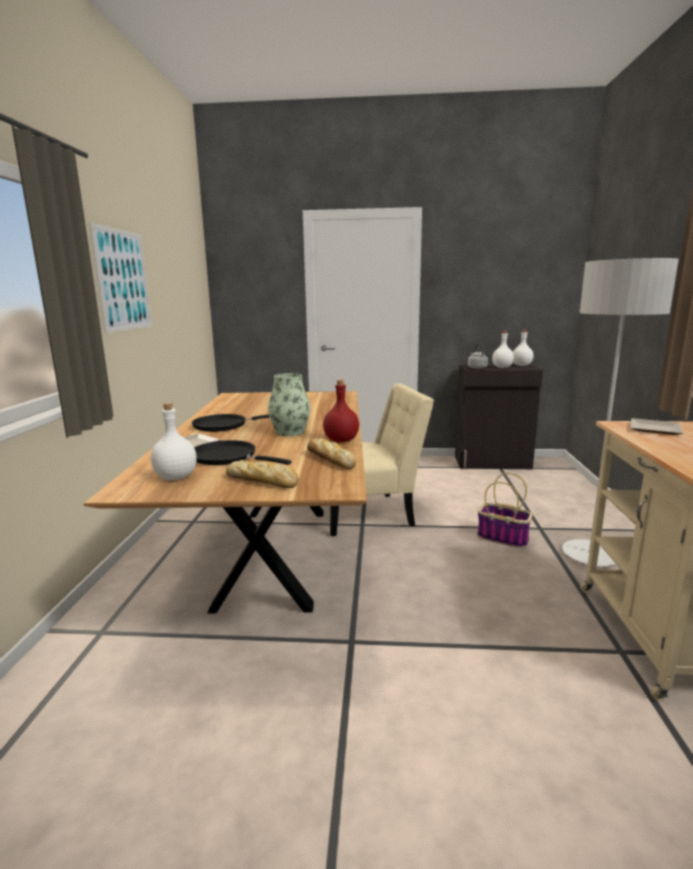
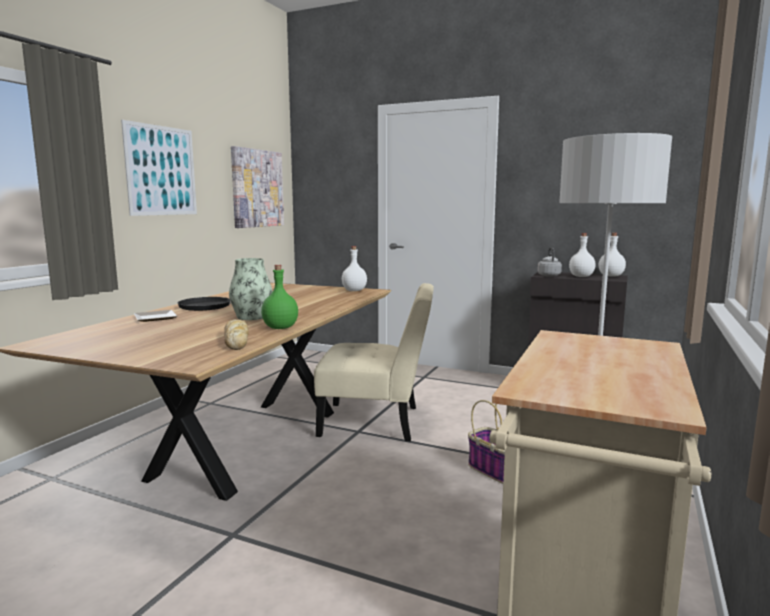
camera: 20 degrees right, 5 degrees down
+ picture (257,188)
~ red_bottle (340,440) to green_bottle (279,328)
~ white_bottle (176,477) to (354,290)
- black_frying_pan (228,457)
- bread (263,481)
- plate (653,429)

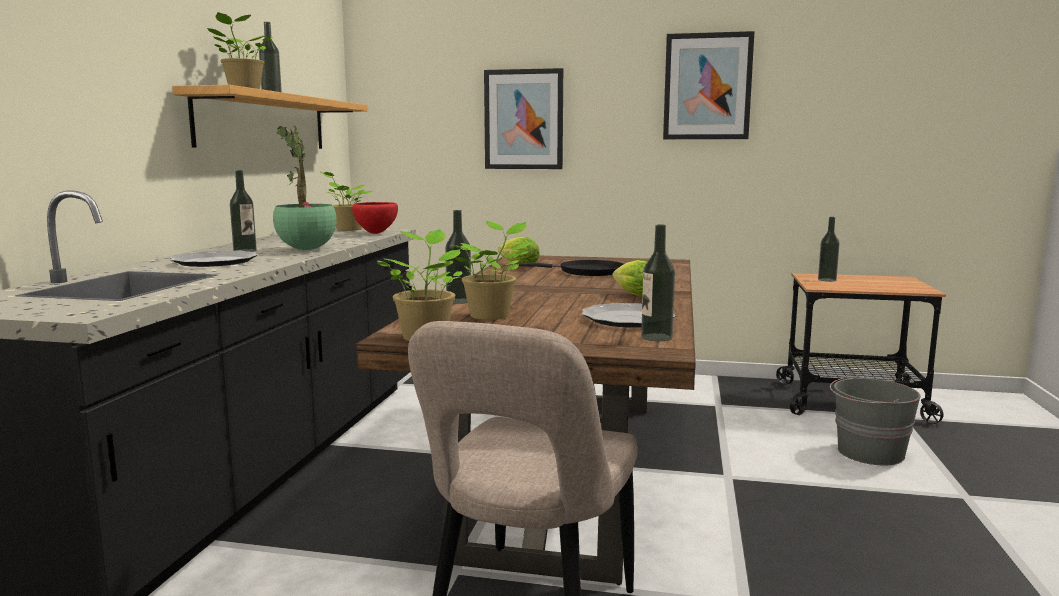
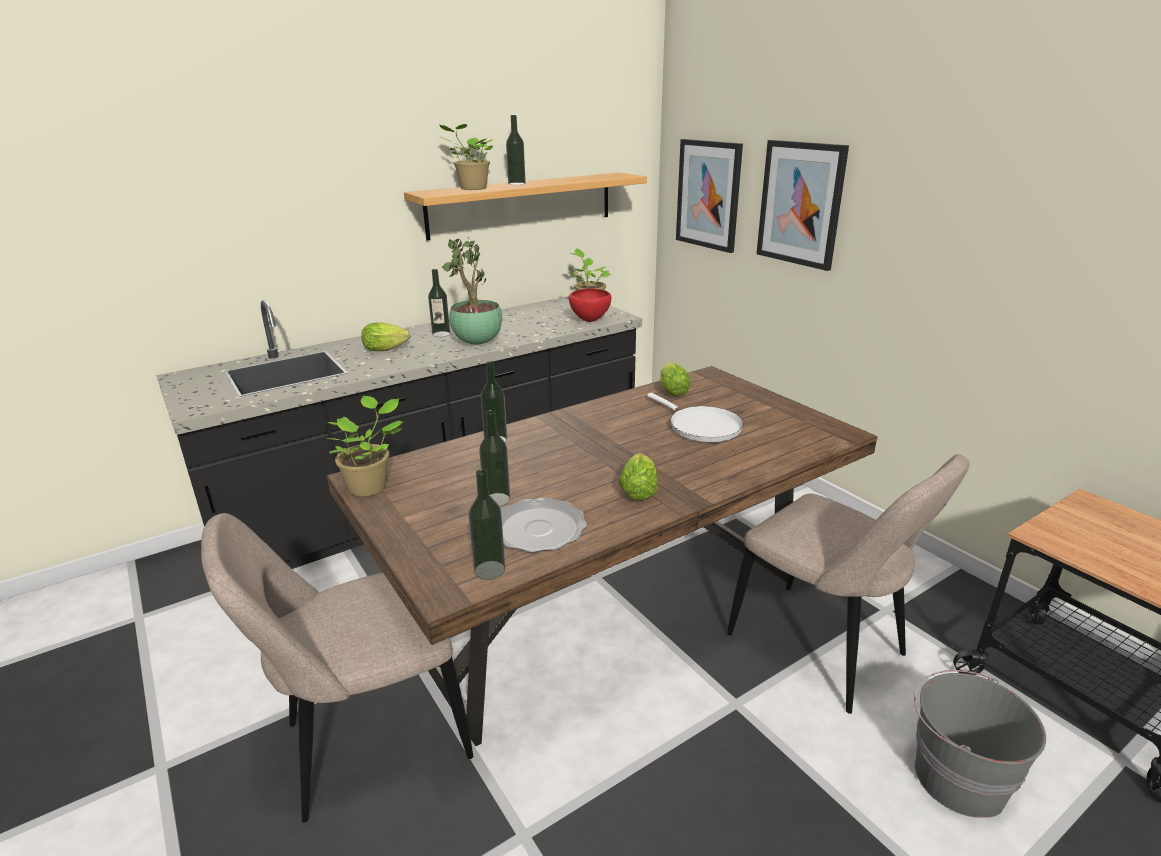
camera: 45 degrees right, 15 degrees up
~ plate (214,262) to lettuce (388,349)
~ bottle (827,280) to (497,500)
~ black_frying_pan (587,272) to white_frying_pan (701,427)
~ picture (707,86) to (708,195)
+ beige_chair (822,649)
- potted_plant (492,315)

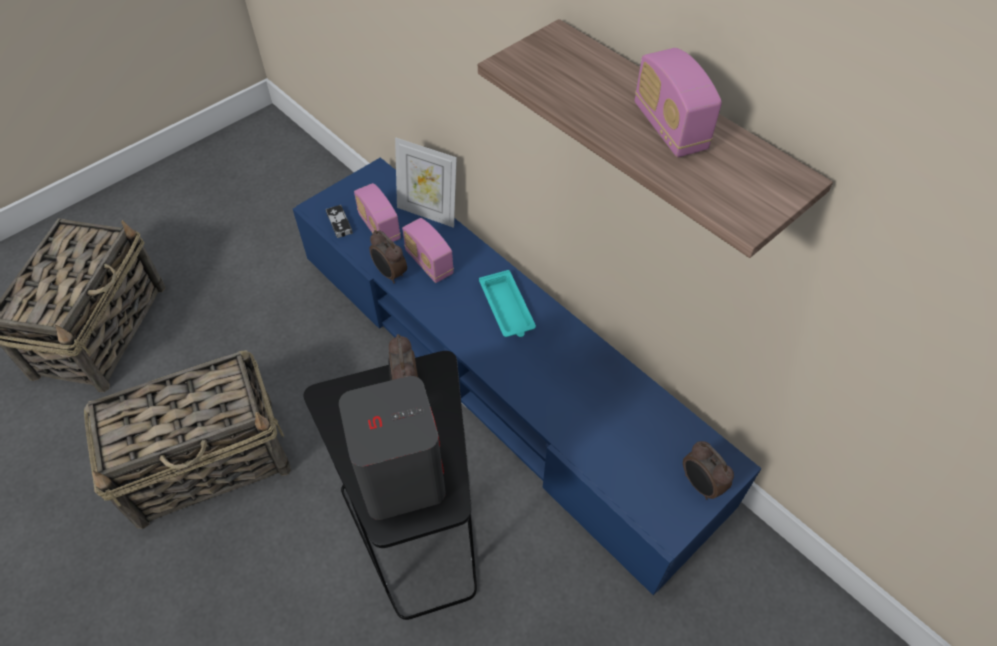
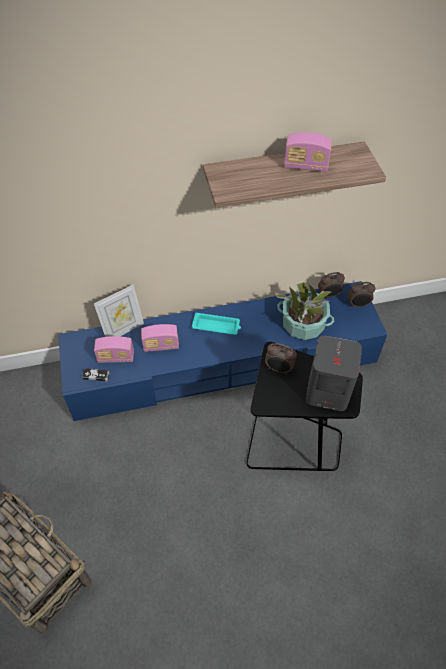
camera: 60 degrees left, 0 degrees up
+ potted_plant (303,325)
~ alarm_clock (390,274) to (329,295)
- basket (209,461)

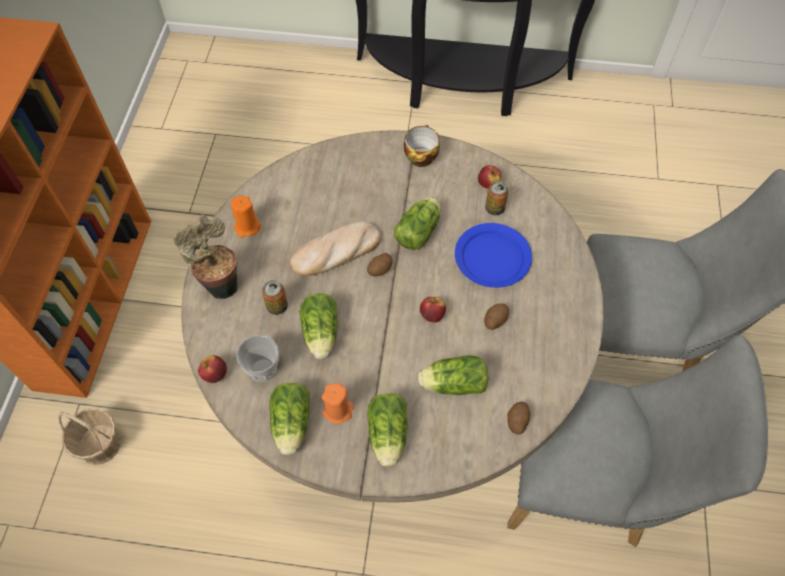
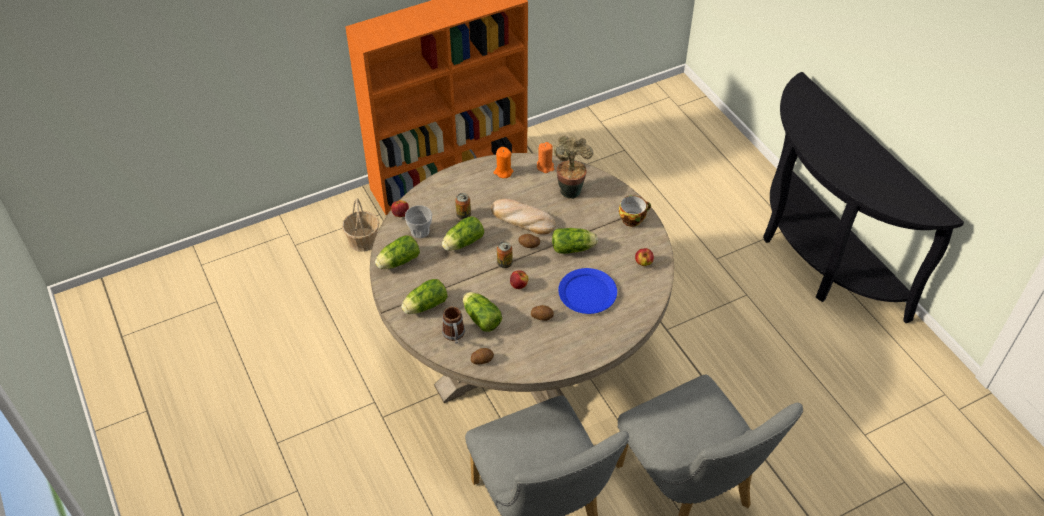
camera: 55 degrees right, 10 degrees down
+ mug (454,336)
~ can (494,209) to (504,263)
~ orange_candle (338,410) to (545,166)
~ potted_plant (220,284) to (570,189)

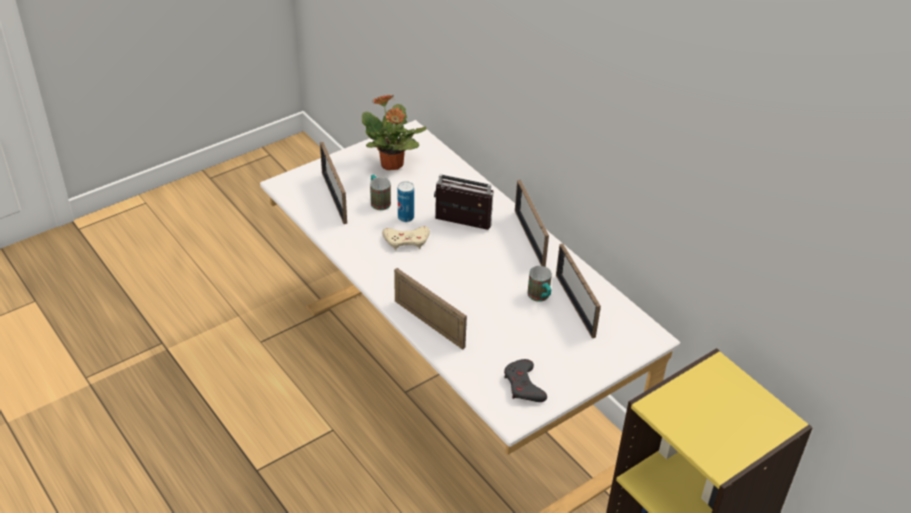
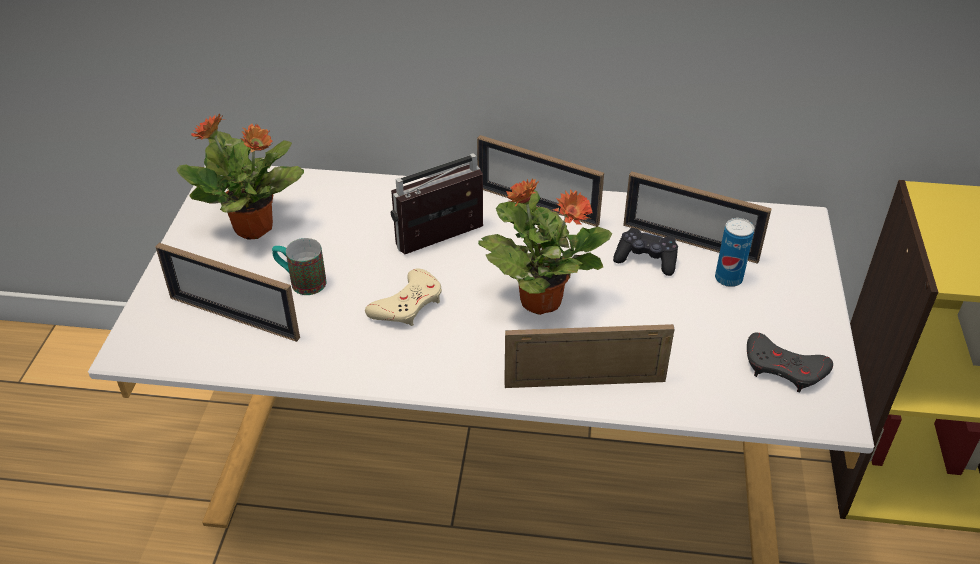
camera: 45 degrees left, 0 degrees up
+ potted_plant (539,300)
~ mug (540,297) to black_game_controller (646,259)
~ can (406,217) to (728,279)

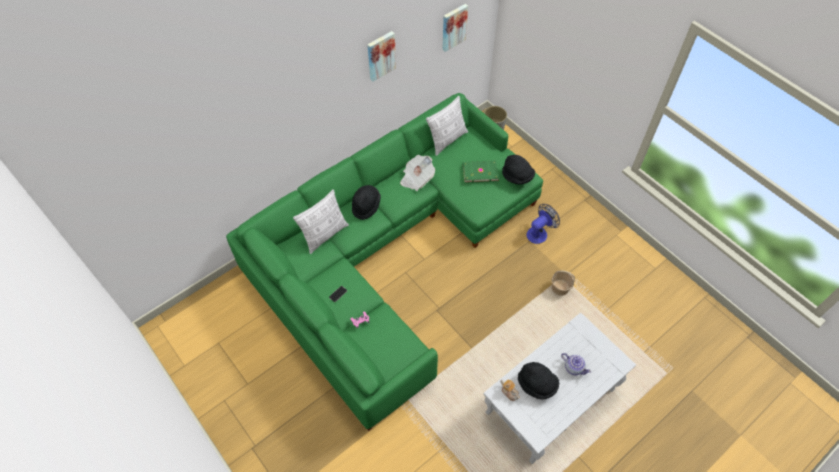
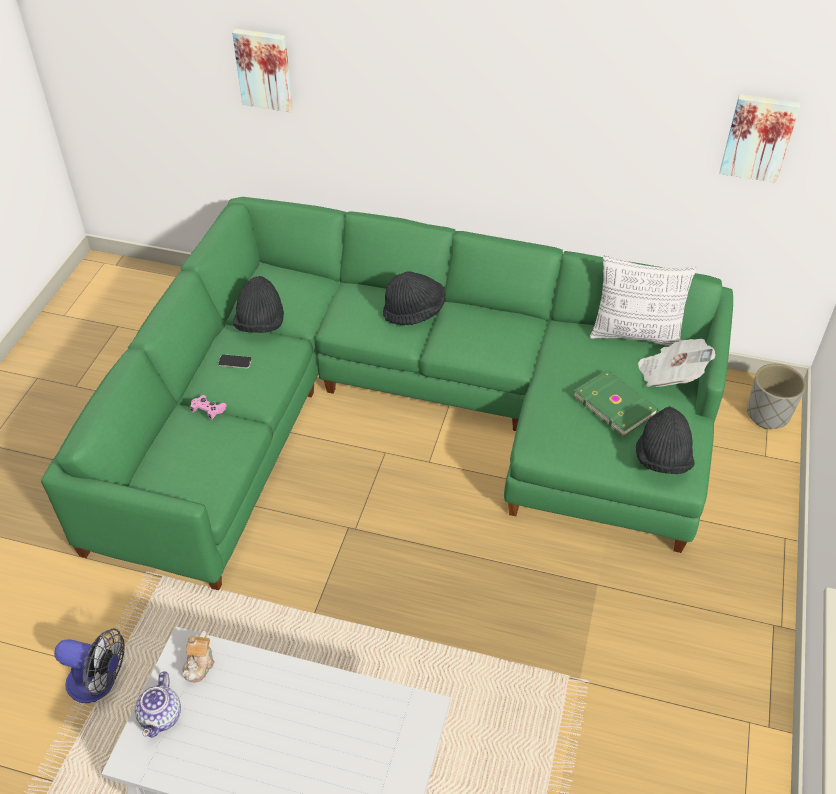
camera: 55 degrees right, 10 degrees down
~ fan (539,233) to (99,683)
~ teapot (573,367) to (161,715)
~ picture (380,55) to (264,69)
~ black_hat (537,384) to (260,324)
~ newspaper (416,179) to (670,375)
- pillow (325,235)
- basket (560,287)

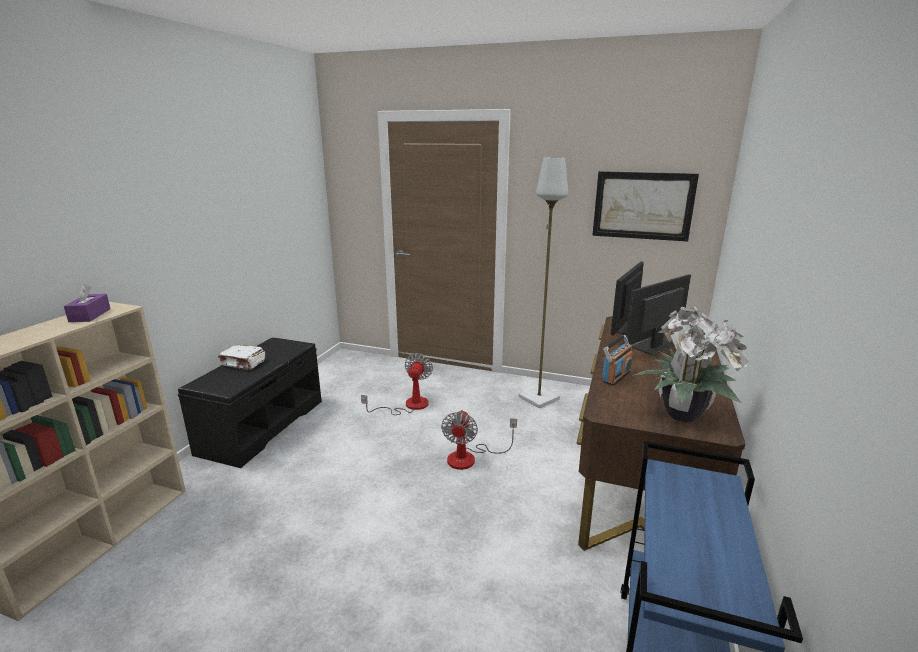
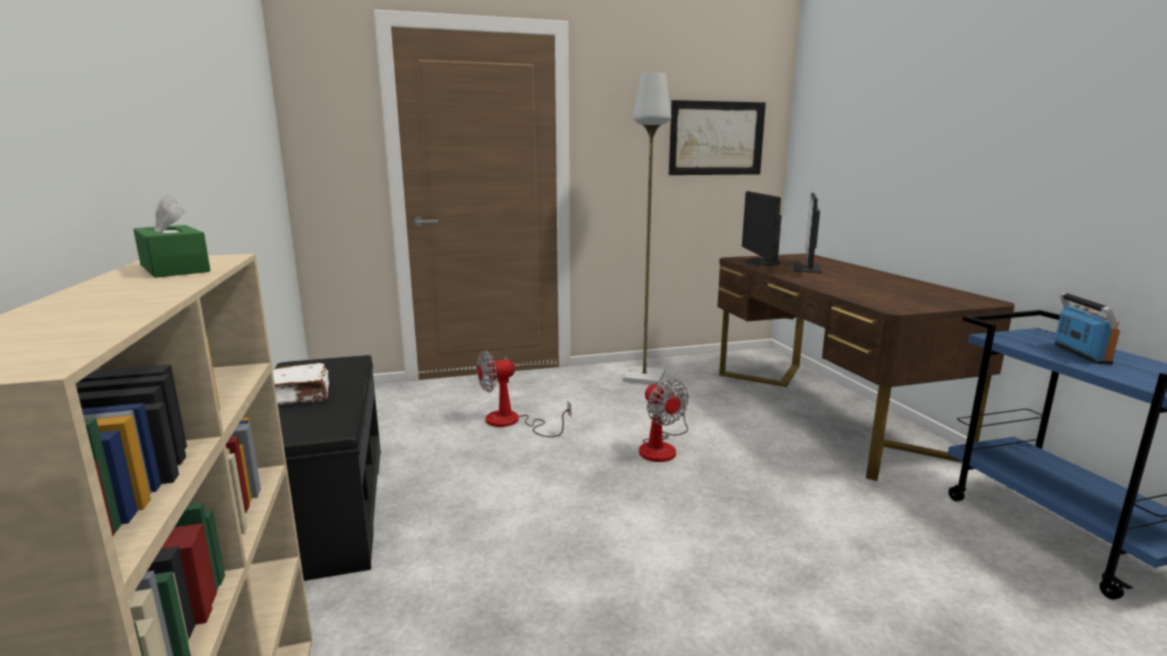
camera: 35 degrees left, 5 degrees down
~ purple_tissue_box (90,315) to green_tissue_box (174,268)
~ fan (408,406) = (512,422) 90 degrees counterclockwise
~ radio (616,376) to (1080,354)
- potted_plant (680,414)

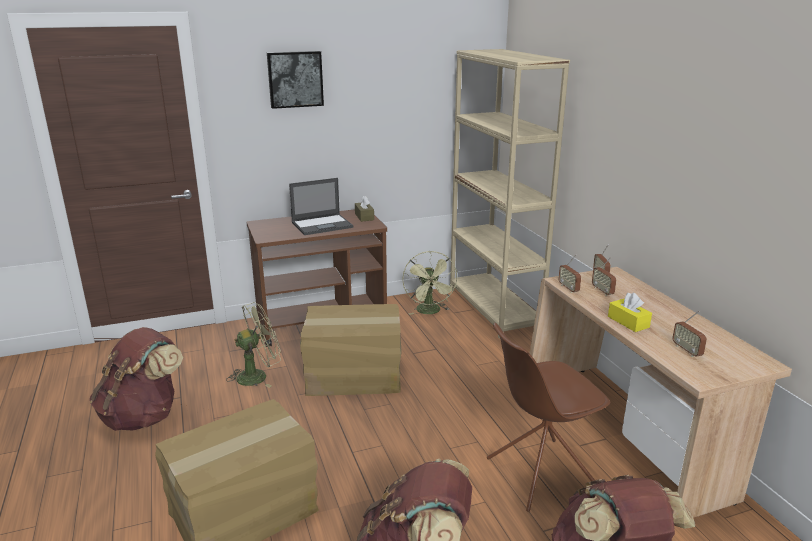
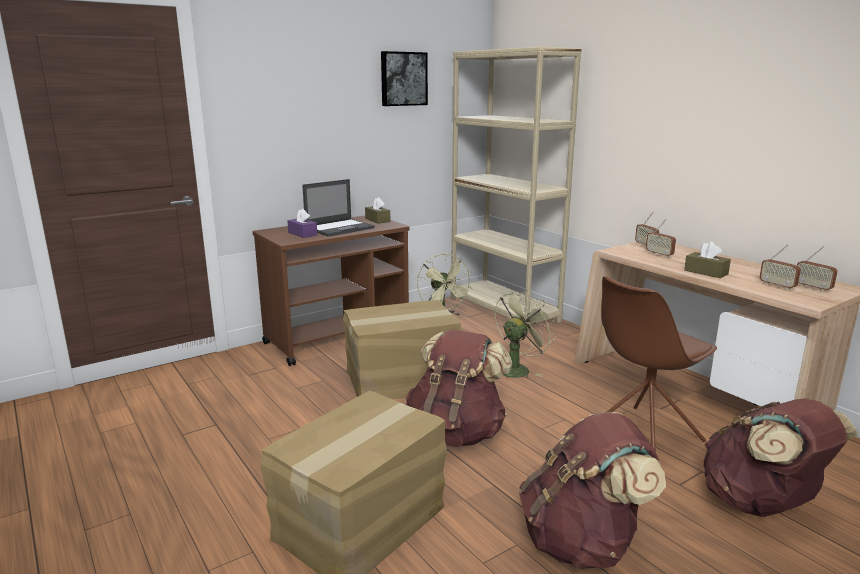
camera: 15 degrees left, 5 degrees down
+ purple_tissue_box (302,234)
~ picture (295,79) to (403,79)
~ brown_backpack (143,416) to (456,433)
~ green_fan (258,375) to (517,368)
~ yellow_tissue_box (628,322) to brown_tissue_box (706,272)
~ radio (568,288) to (812,288)

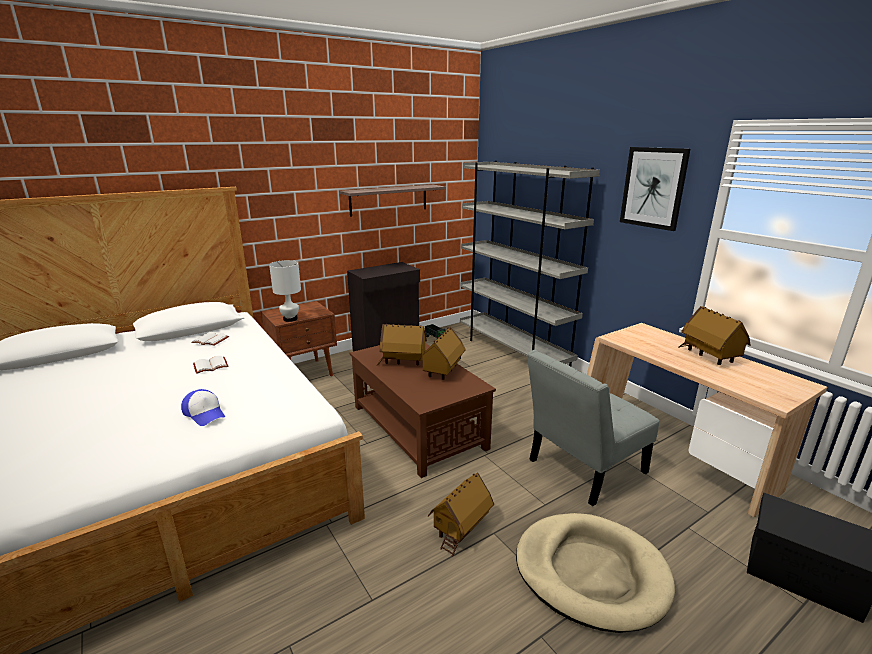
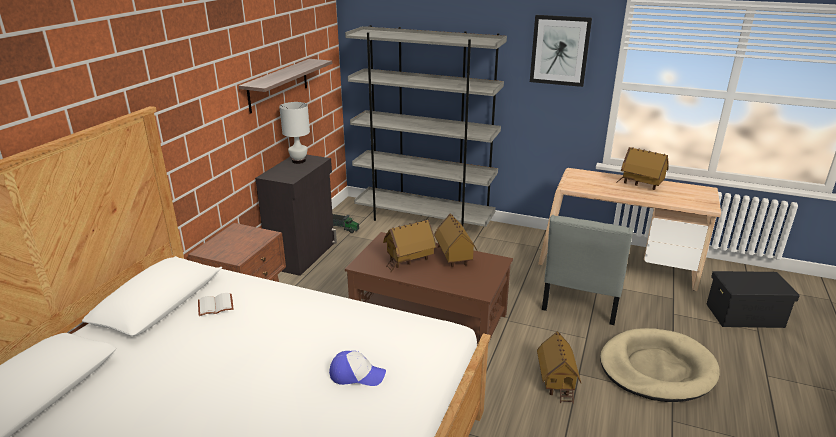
camera: 35 degrees left, 5 degrees up
~ white_table_lamp (290,319) to (299,161)
- white_book (210,366)

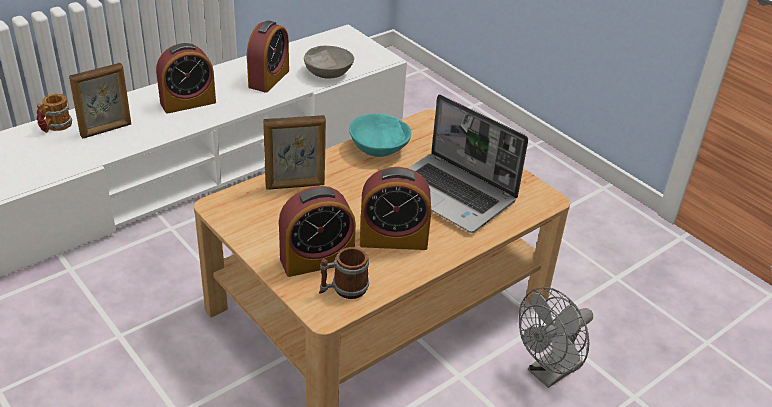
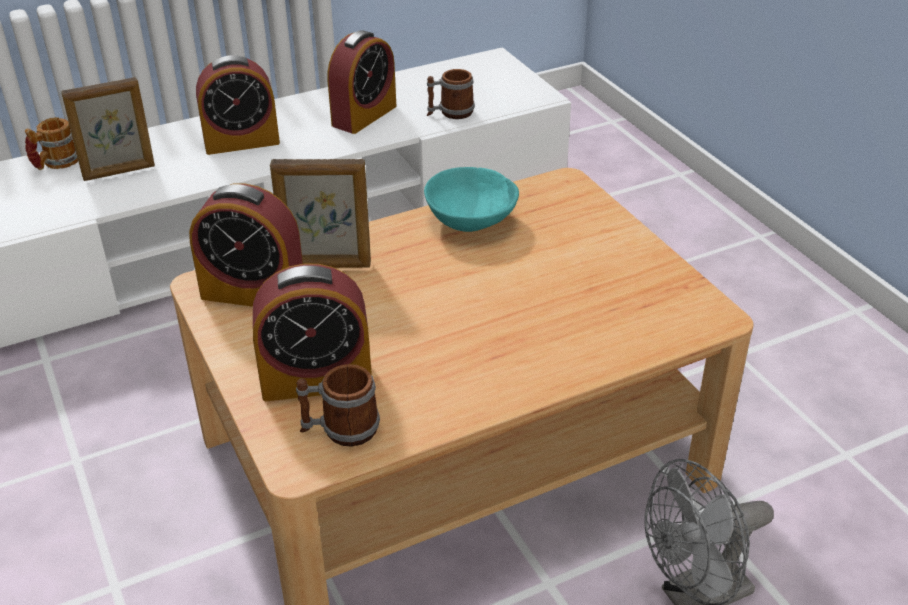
camera: 15 degrees right, 0 degrees up
~ alarm_clock (393,239) to (253,292)
~ grey_bowl (328,74) to mug (450,113)
- laptop (453,194)

